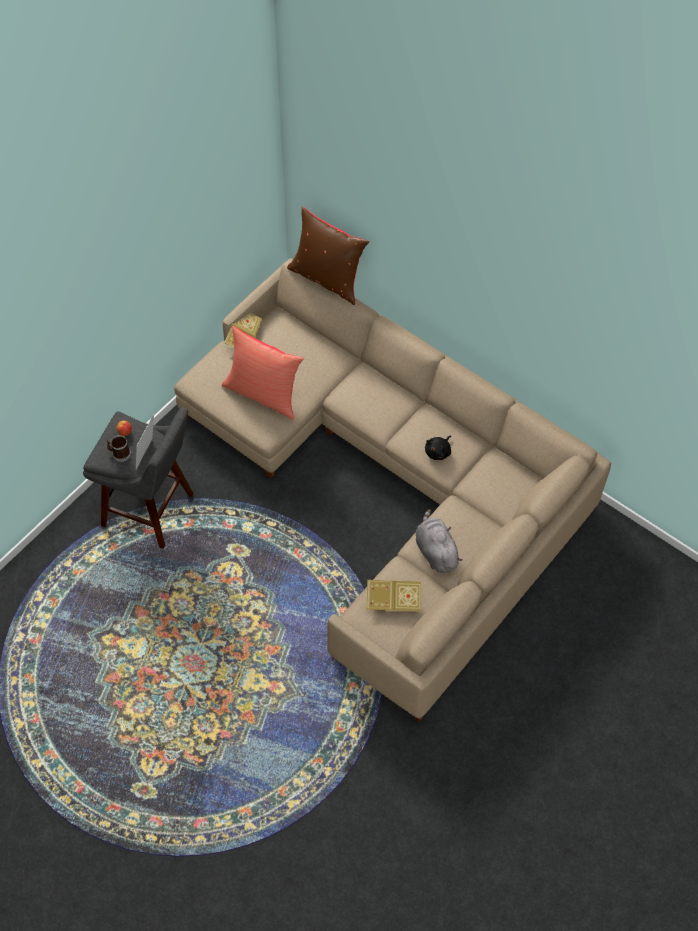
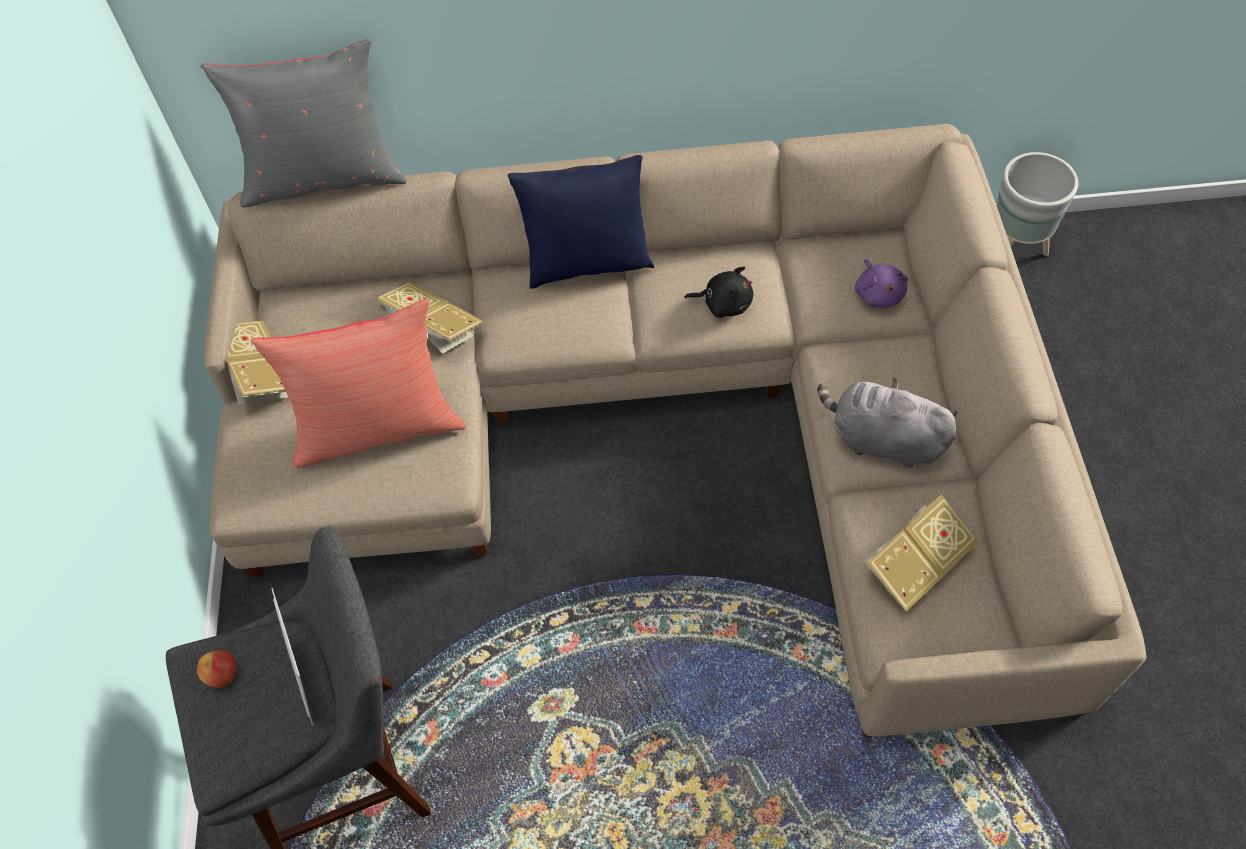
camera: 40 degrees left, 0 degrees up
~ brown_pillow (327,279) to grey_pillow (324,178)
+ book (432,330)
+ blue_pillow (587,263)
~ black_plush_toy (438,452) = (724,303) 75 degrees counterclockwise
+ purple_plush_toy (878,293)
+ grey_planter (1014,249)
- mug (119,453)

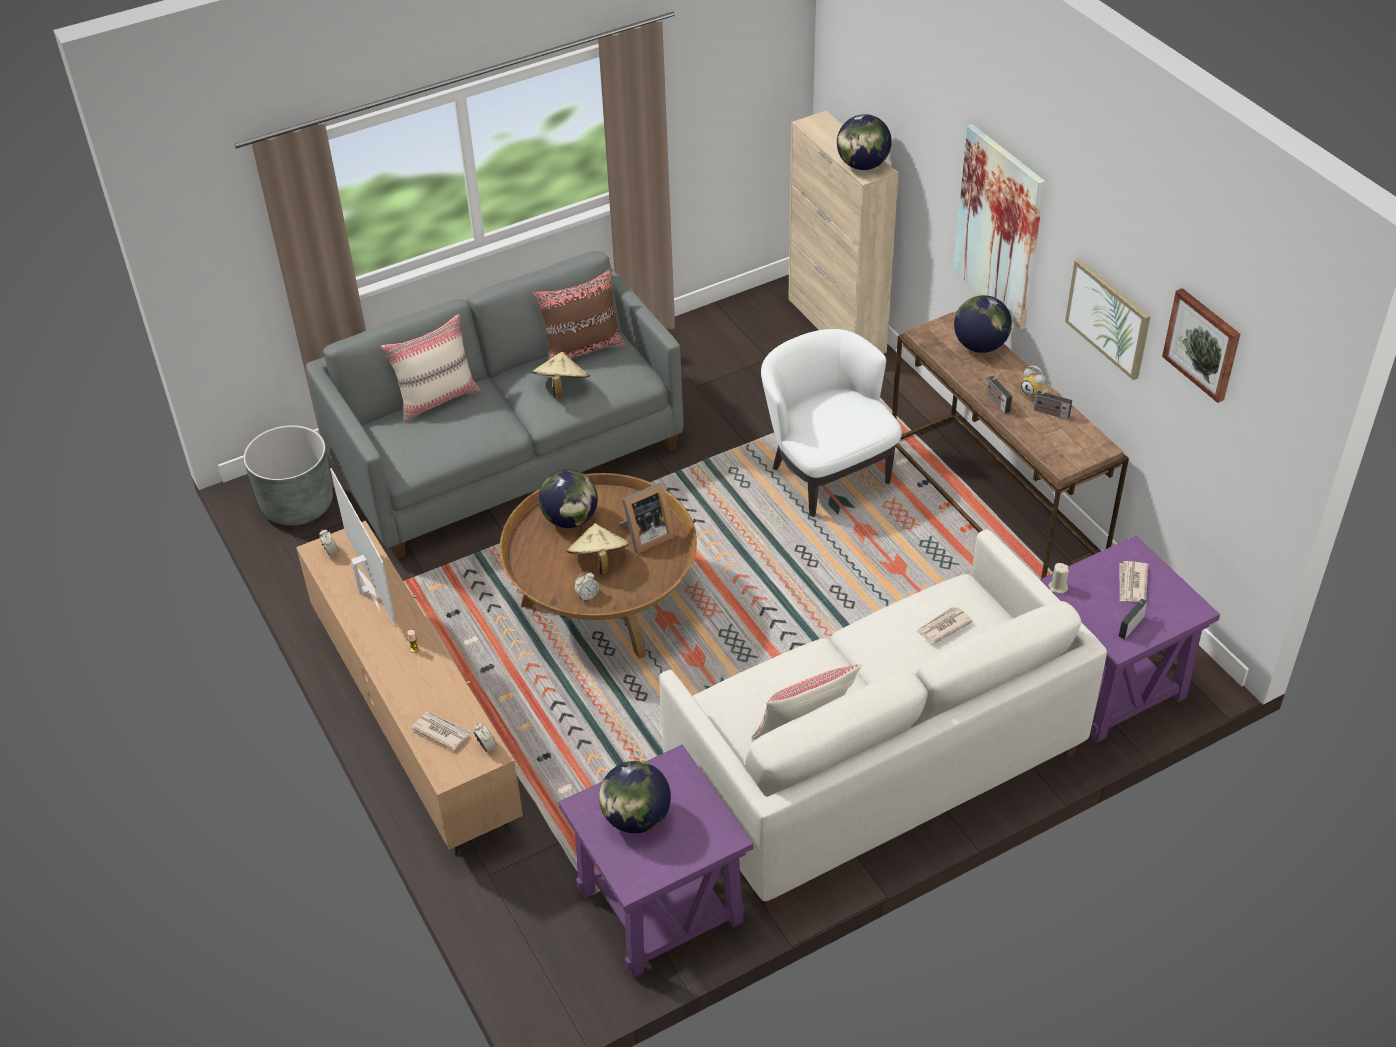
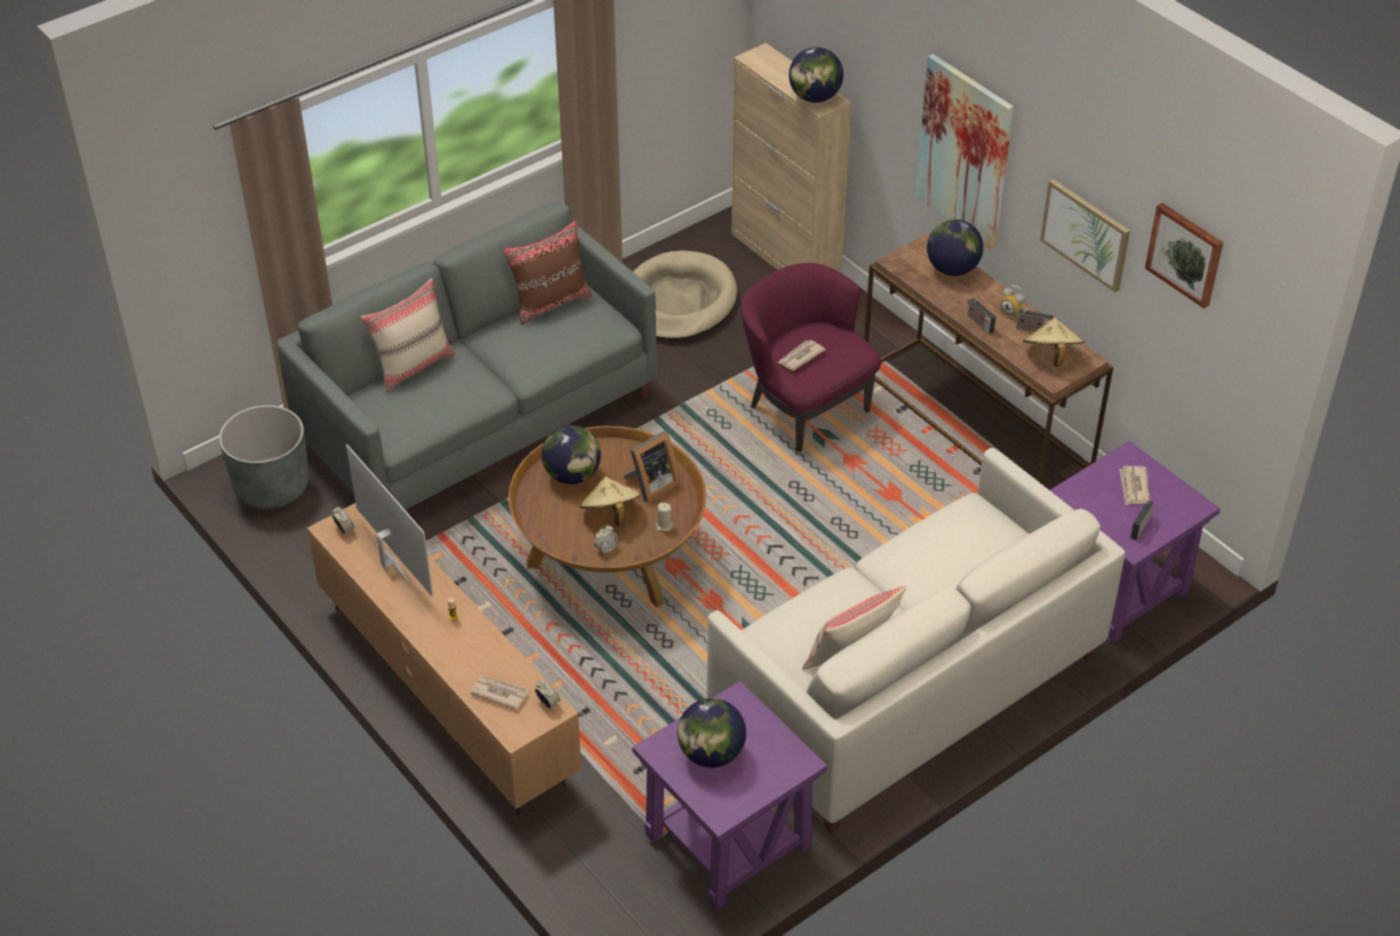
camera: 10 degrees left, 0 degrees up
+ beige_dog_bed (678,302)
~ beige_candle (1057,587) to (664,525)
~ white_armchair (826,473) to purple_armchair (805,407)
~ newspaper (943,627) to (800,357)
~ beige_hat (561,388) to (1051,356)

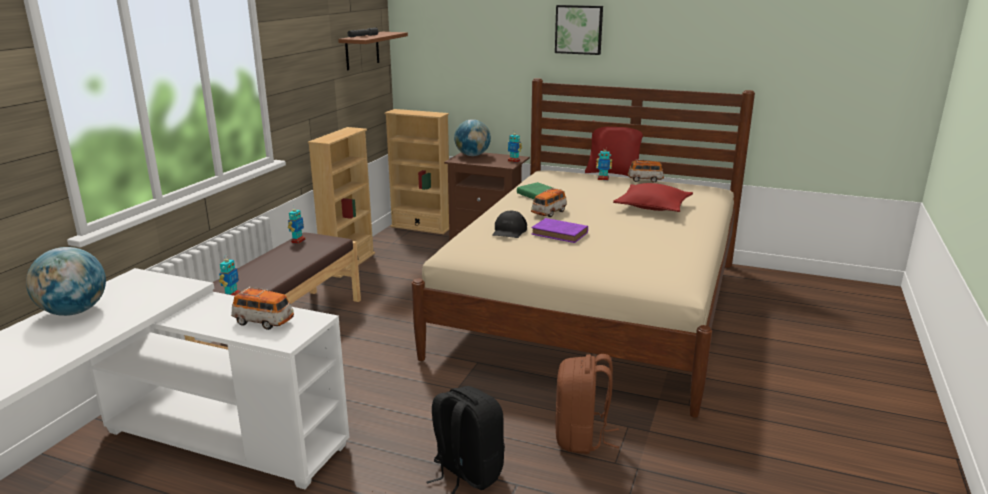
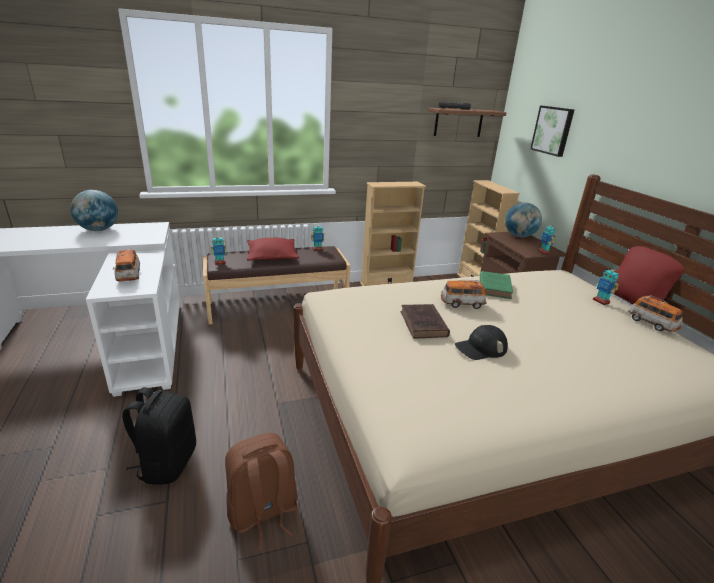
camera: 50 degrees right, 5 degrees up
~ red_pillow (653,207) to (272,256)
~ purple_book (561,234) to brown_book (424,325)
~ black_cap (509,231) to (480,348)
~ picture (579,29) to (553,130)

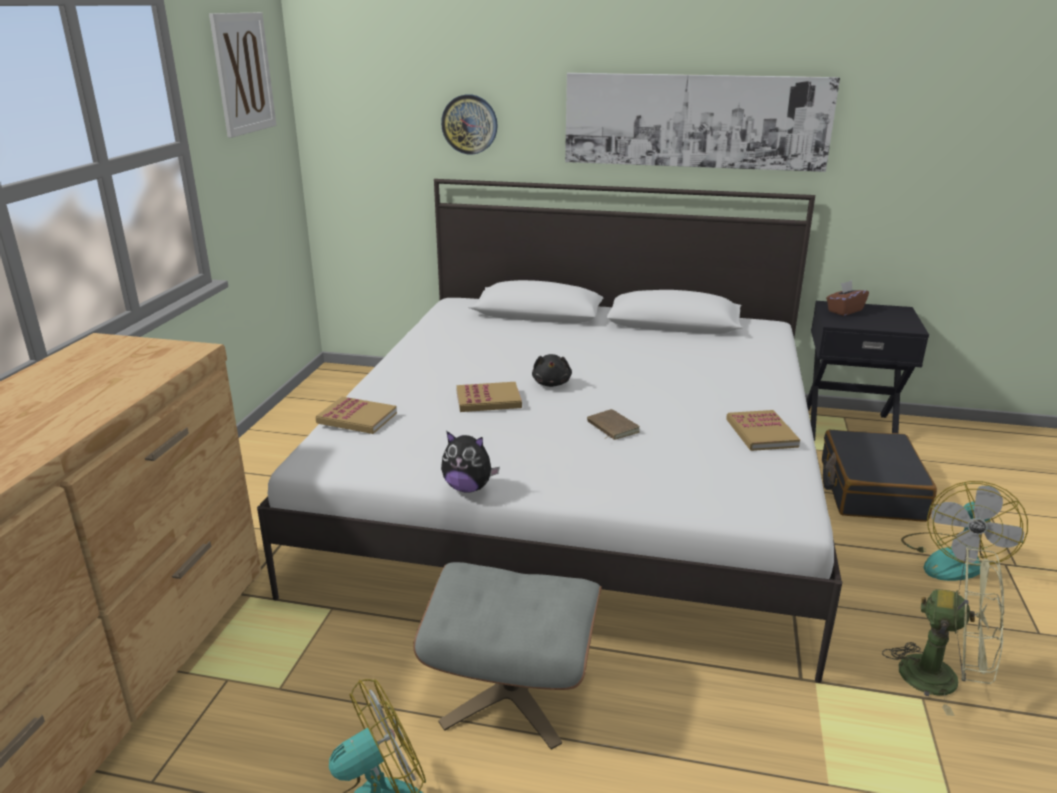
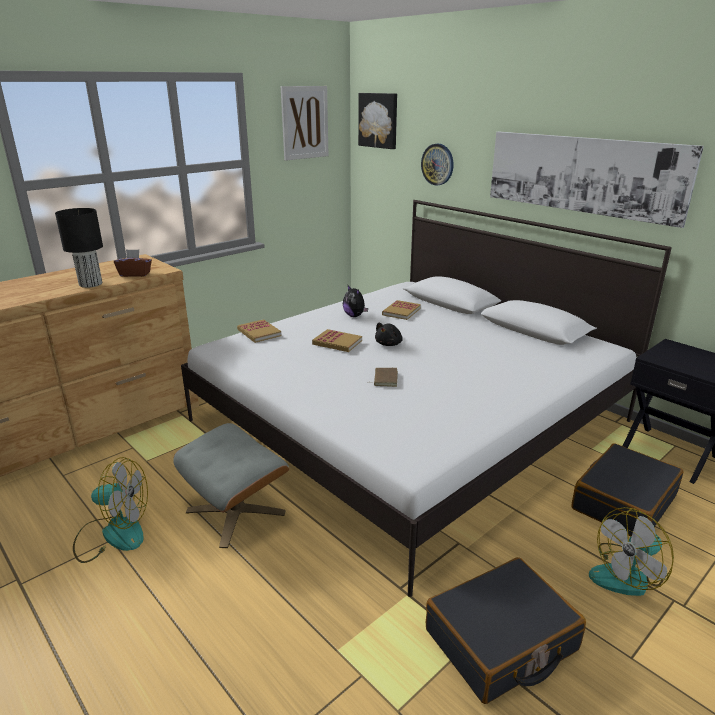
camera: 35 degrees right, 0 degrees up
+ black_table_lamp (91,284)
~ brown_tissue_box (844,310) to (135,274)
~ plush_toy (468,488) to (355,316)
+ picture (378,120)
~ book (761,433) to (401,311)
~ green_fan (942,678) to black_suitcase (501,641)

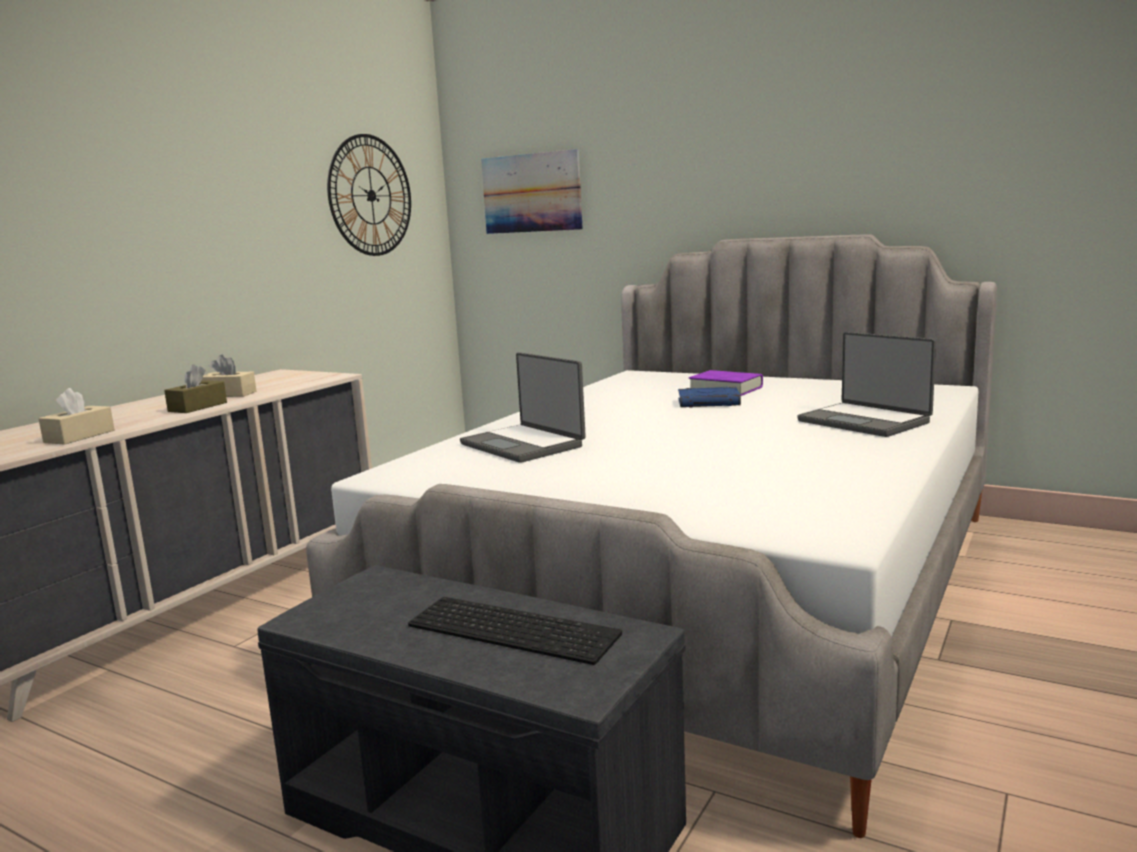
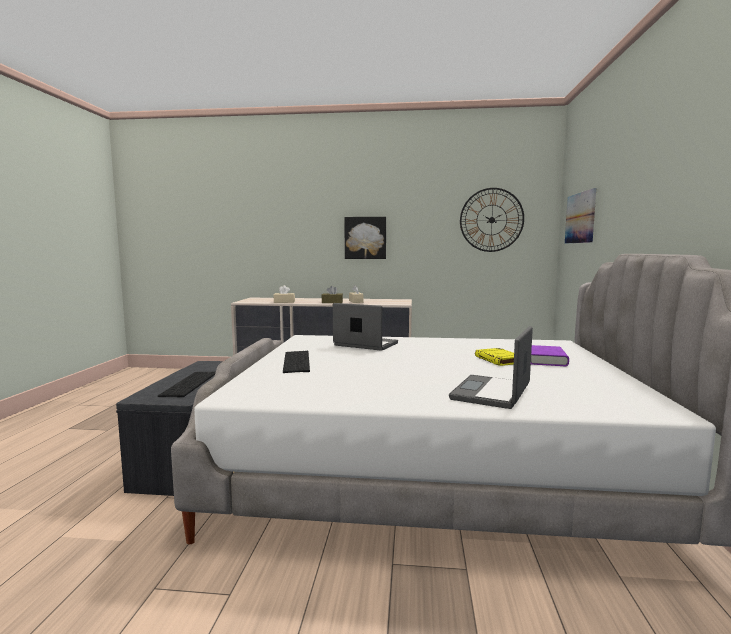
camera: 65 degrees right, 5 degrees down
+ keyboard (298,362)
~ laptop (524,445) = (365,345) 90 degrees clockwise
+ picture (365,238)
~ blue_book (709,402) to yellow_book (499,360)

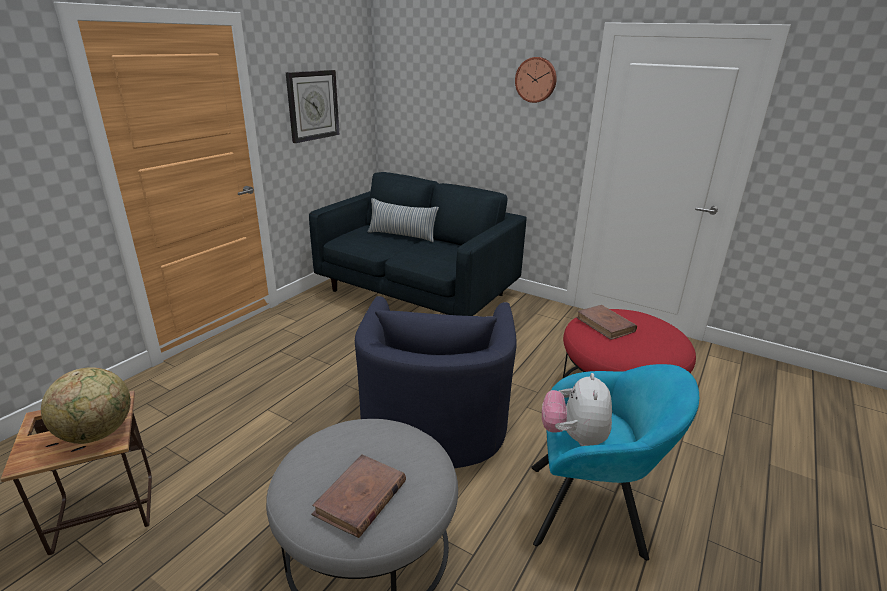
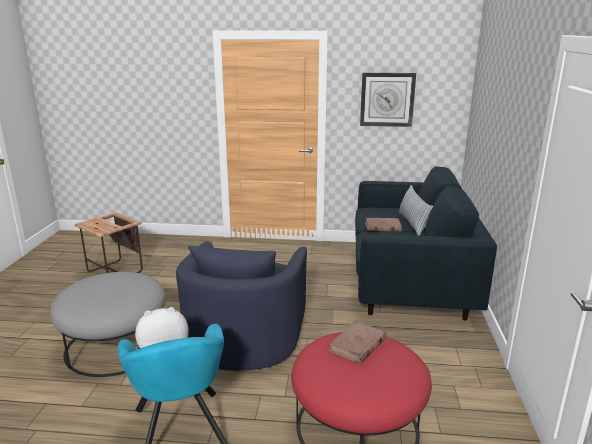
camera: 65 degrees right, 5 degrees down
~ blue_armchair (434,416) = (244,335) 60 degrees counterclockwise
~ brown_book (360,498) to (382,227)
- globe (98,433)
- wall_clock (536,80)

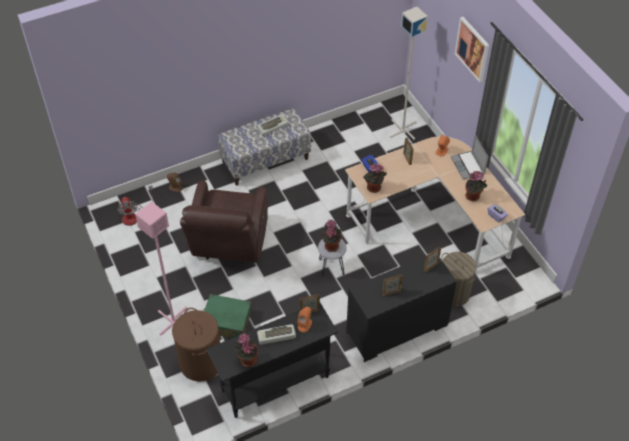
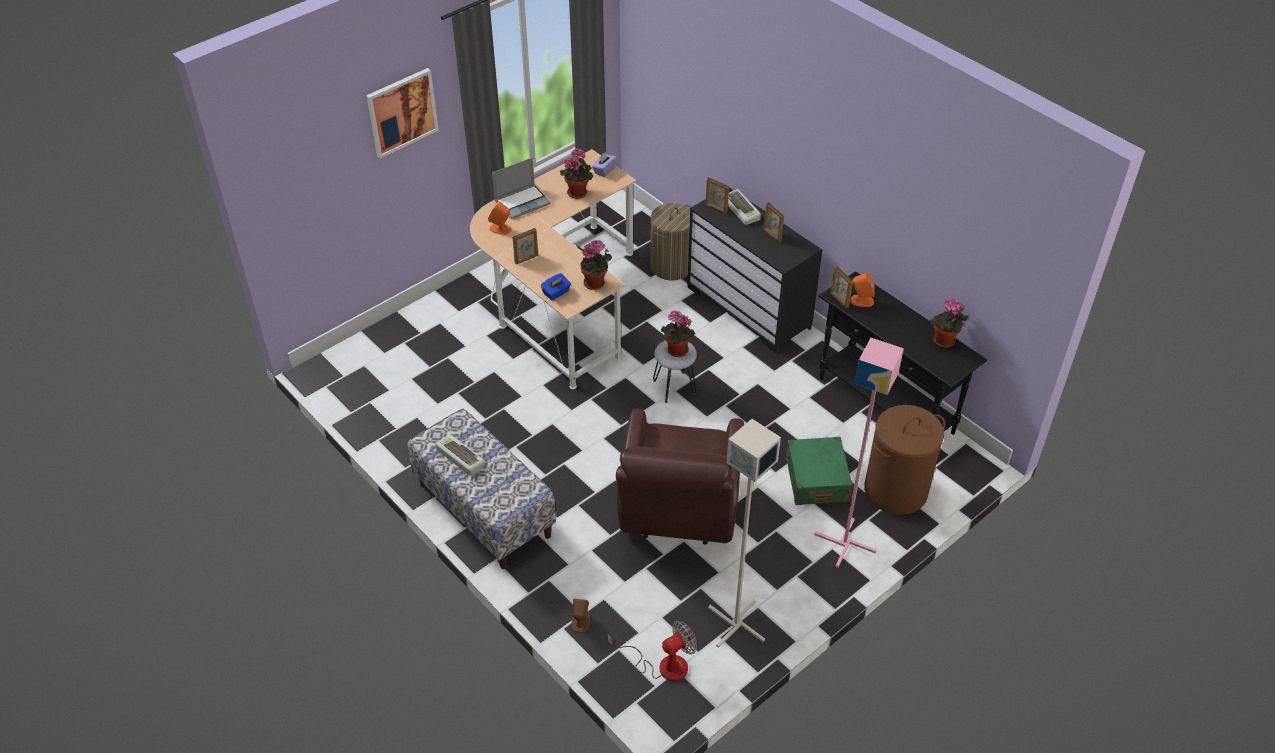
camera: 105 degrees left, 5 degrees down
~ brown_armchair (228,244) = (678,514) 105 degrees clockwise
~ grey_floor_lamp (403,129) to (735,623)
~ keyboard (276,336) to (742,210)

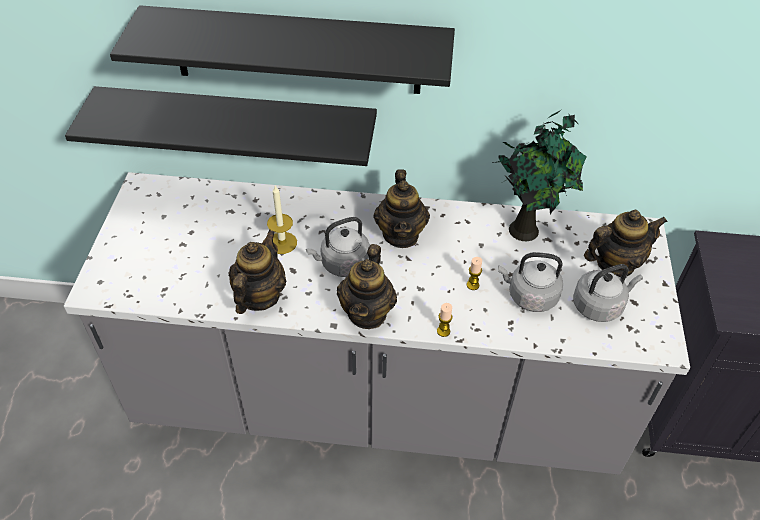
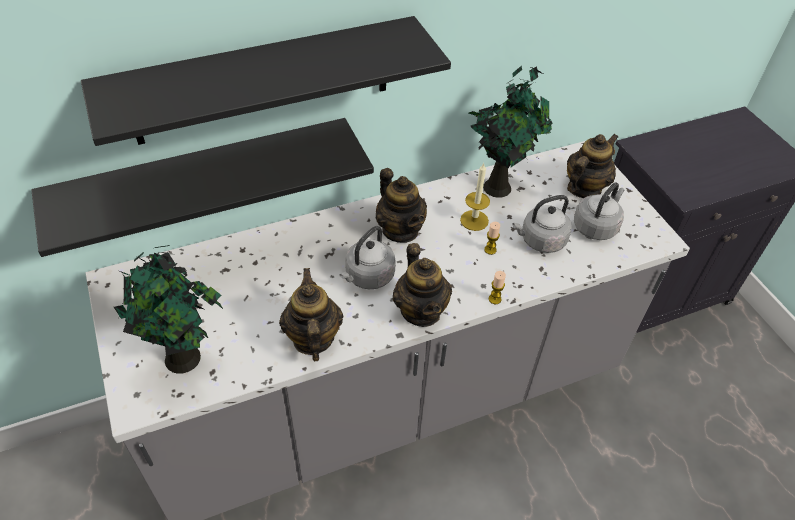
camera: 30 degrees left, 0 degrees up
+ potted_plant (186,358)
~ candle (282,243) to (474,220)

